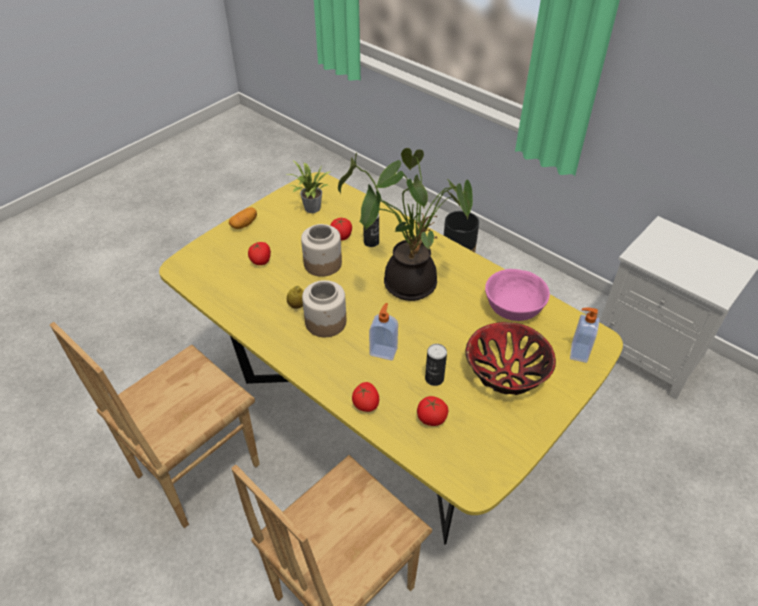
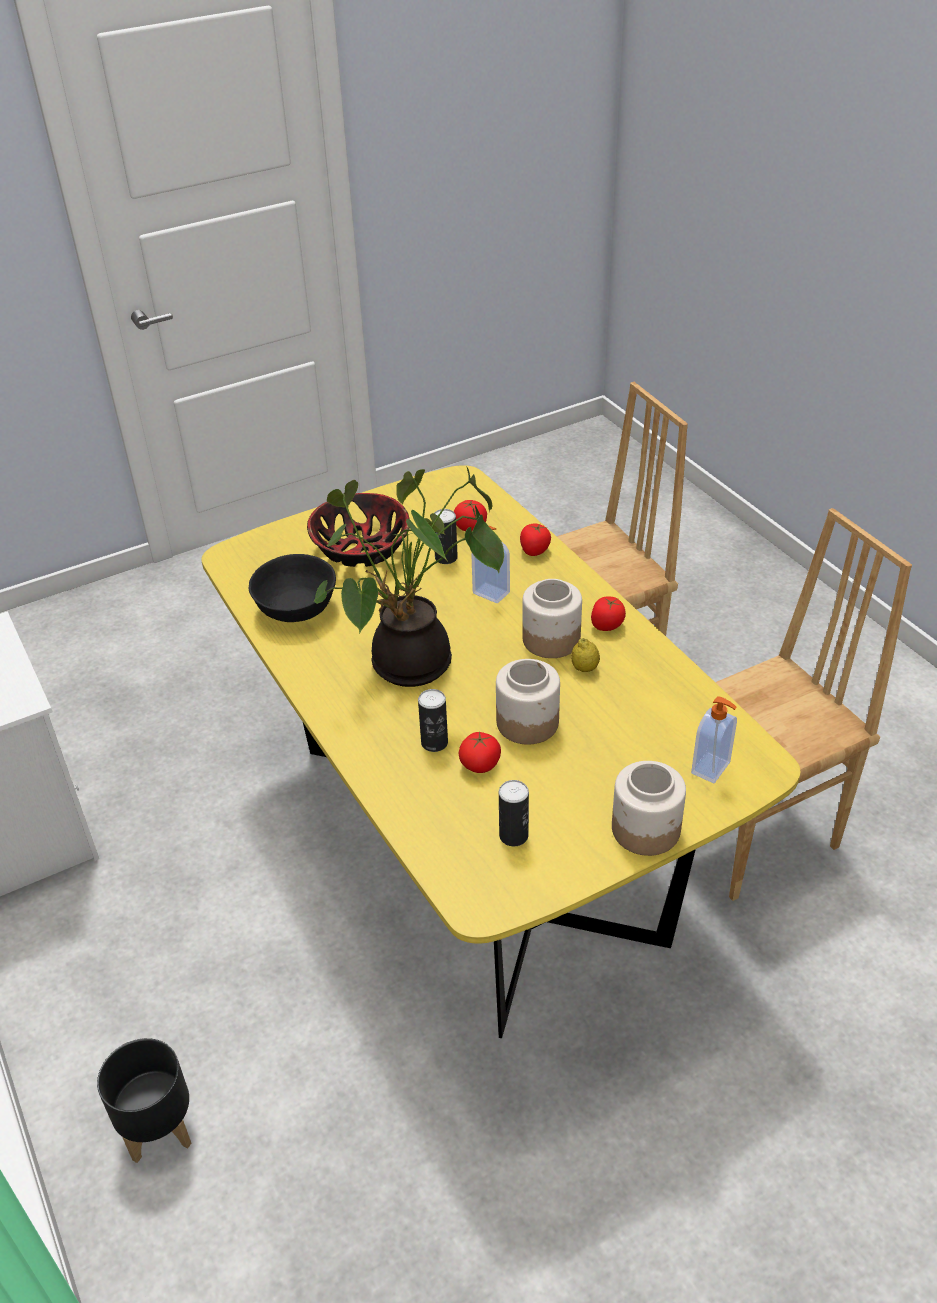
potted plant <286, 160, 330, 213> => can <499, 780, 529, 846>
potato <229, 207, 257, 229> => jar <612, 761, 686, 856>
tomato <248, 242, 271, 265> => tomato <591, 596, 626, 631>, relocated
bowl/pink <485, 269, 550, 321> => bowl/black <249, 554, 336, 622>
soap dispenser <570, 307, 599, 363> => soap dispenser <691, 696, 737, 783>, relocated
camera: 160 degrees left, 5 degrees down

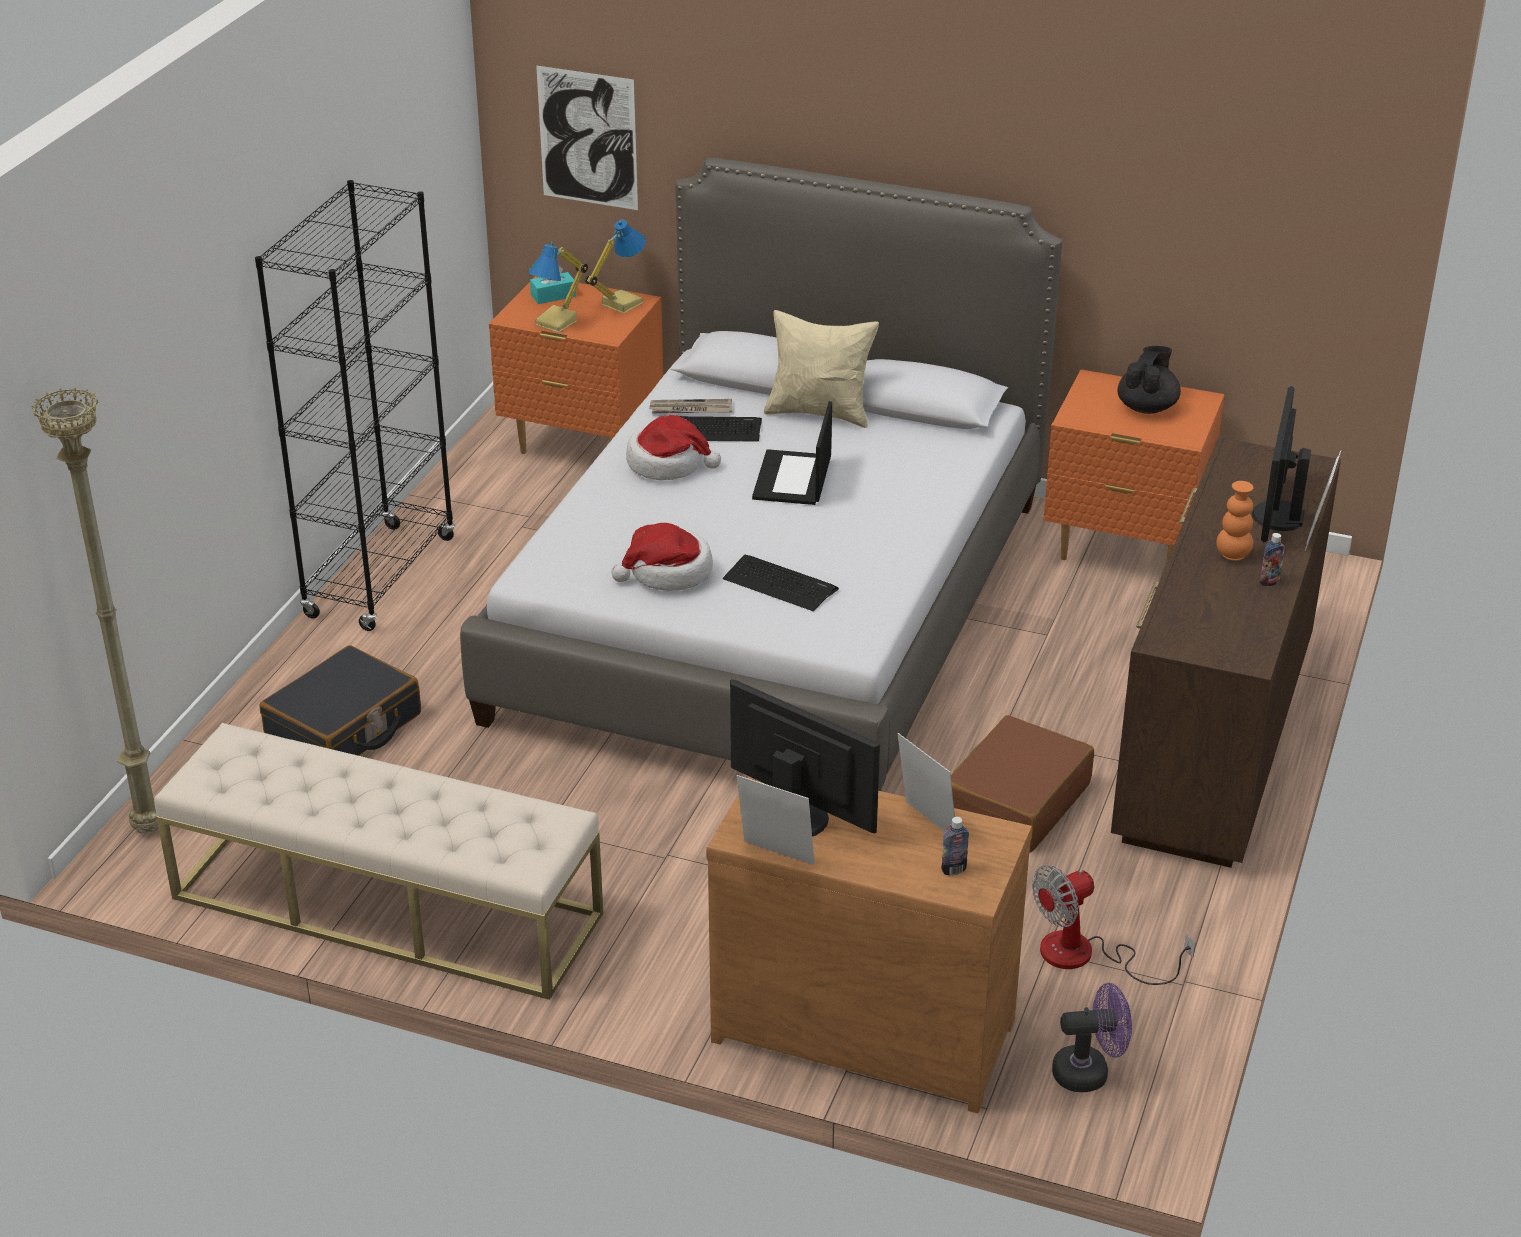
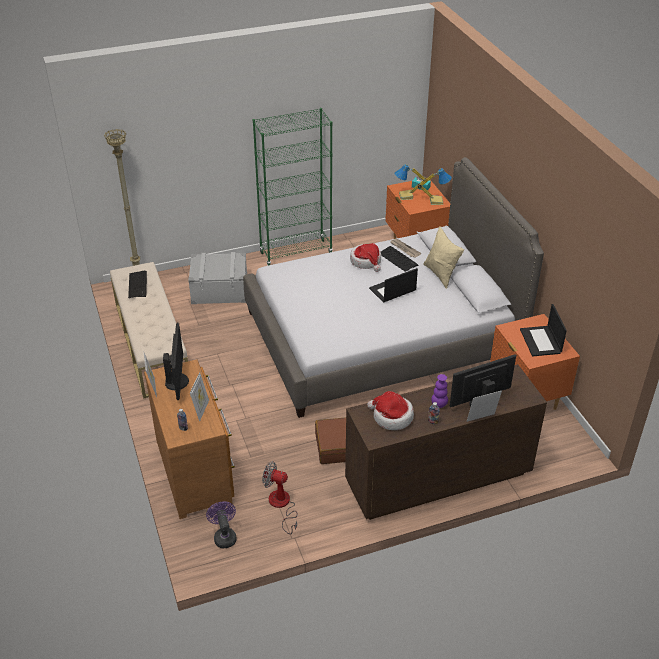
picture <536, 66, 638, 210> => nothing
bookcase/black <255, 180, 455, 631> => bookcase/green <253, 108, 333, 266>
teapot/black <1117, 346, 1181, 414> => laptop <520, 304, 567, 357>
vase/orange <1216, 481, 1254, 561> => vase/purple <431, 374, 448, 408>
hat <612, 523, 713, 591> => hat <367, 391, 414, 430>, relocated
keyboard <723, 555, 839, 611> => keyboard <128, 271, 147, 298>, relocated
suitcase/black <259, 645, 421, 756> => storage box/grey <188, 252, 247, 304>
fan/purple <1052, 983, 1132, 1092> => fan/purple <206, 501, 237, 549>, 150 degrees counterclockwise
camera: 50 degrees right, 5 degrees up

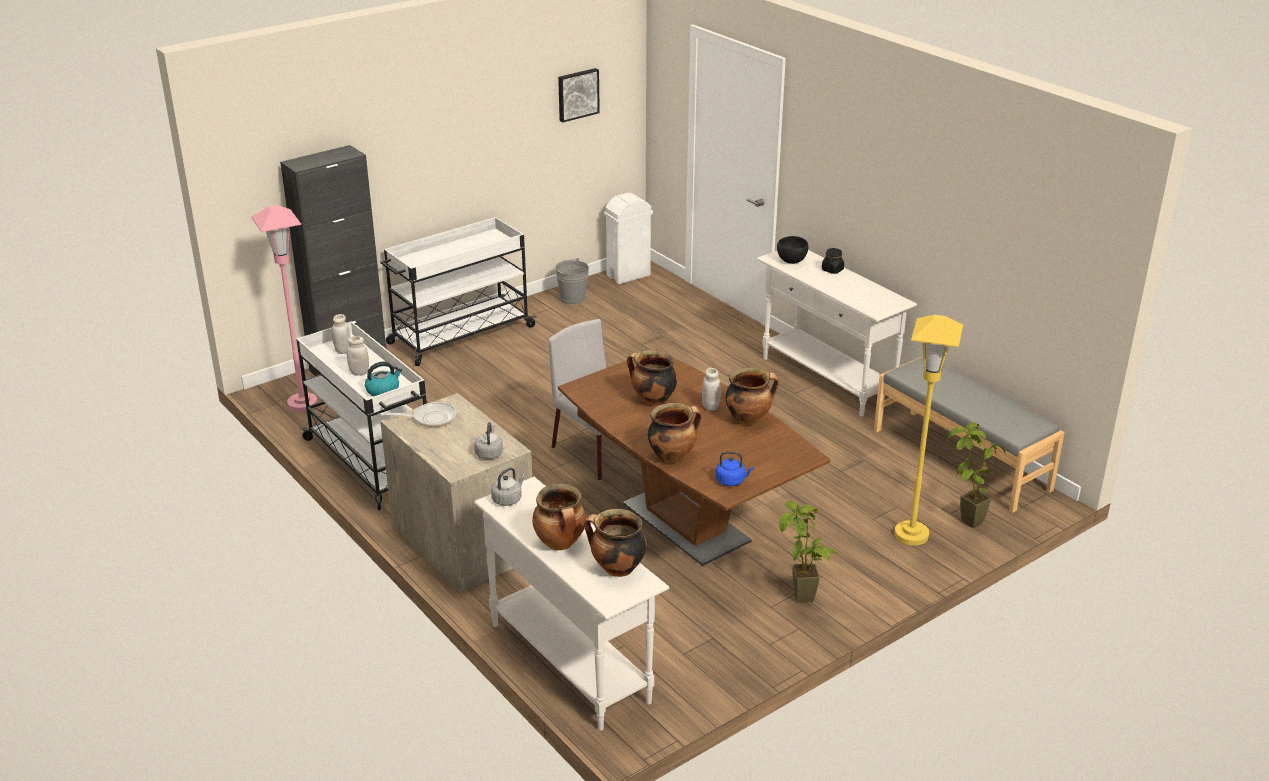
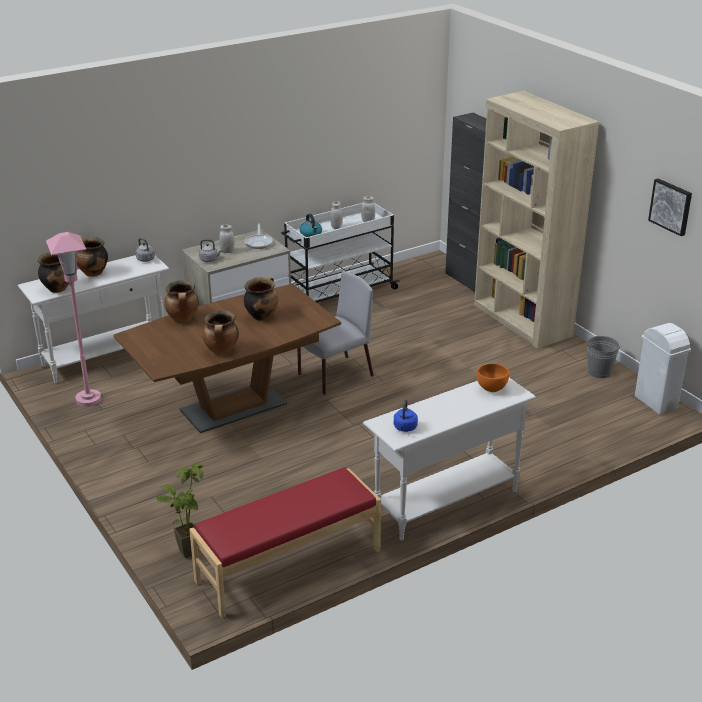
floor lamp/pink <252, 205, 318, 412> => floor lamp/pink <46, 232, 101, 407>, relocated
cart/white <380, 217, 537, 366> => bookcase/beige <474, 91, 599, 349>
bowl/black <777, 236, 808, 264> => bowl/orange <477, 363, 509, 392>
jar/black <822, 248, 844, 274> => nothing
floor lamp/yellow <894, 315, 963, 546> => nothing
bench/grey <874, 357, 1065, 513> => bench/red <189, 468, 381, 618>
jar/white <702, 368, 721, 411> => jar/white <219, 225, 235, 253>, relocated
kettle/blue <716, 451, 754, 486> => kettle/blue <394, 400, 418, 432>, relocated
potted plant <779, 500, 838, 603> => nothing
camera: 95 degrees right, 0 degrees up

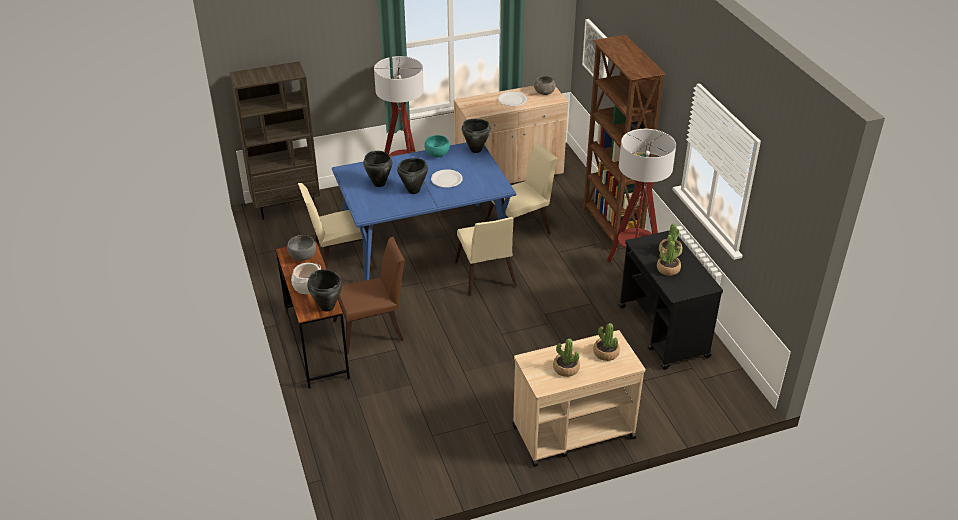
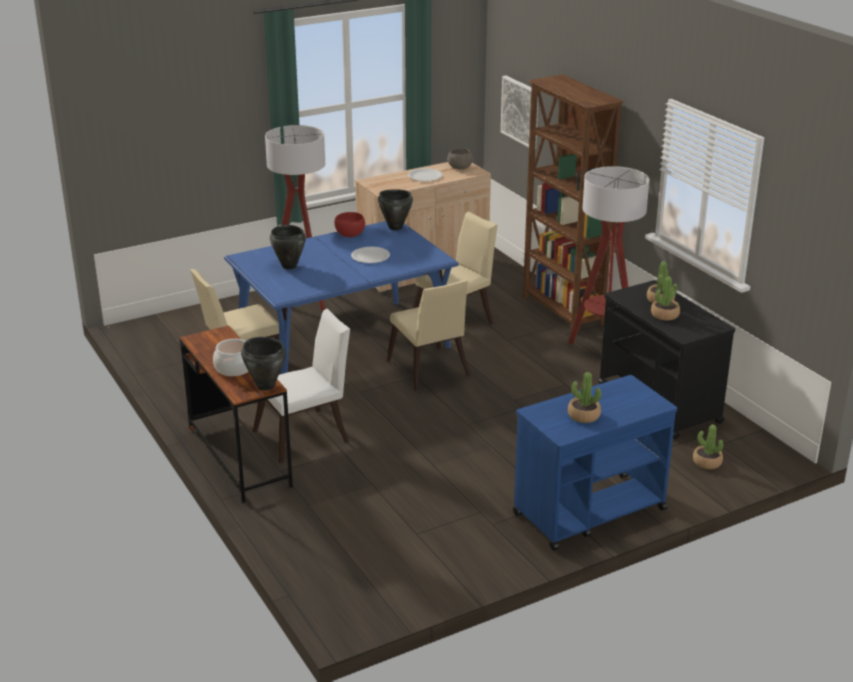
bookcase/brown <229, 61, 320, 220> => nothing
bowl/turquoise <424, 135, 450, 157> => bowl/red <334, 212, 365, 237>
cooking pot/black <397, 158, 428, 194> => nothing
bowl/grey <287, 235, 316, 261> => nothing
chair/brown <333, 237, 405, 354> => chair/white <253, 309, 350, 463>
potted plant <593, 323, 620, 361> => potted plant <693, 425, 723, 469>, relocated
cart/beige <512, 330, 645, 467> => cart/blue <513, 375, 677, 551>
camera: 10 degrees left, 10 degrees down

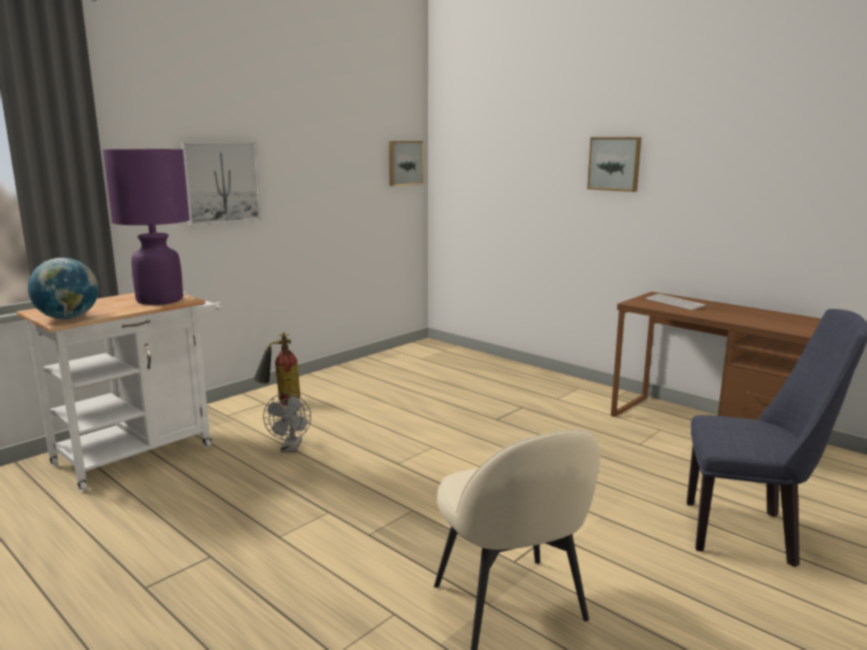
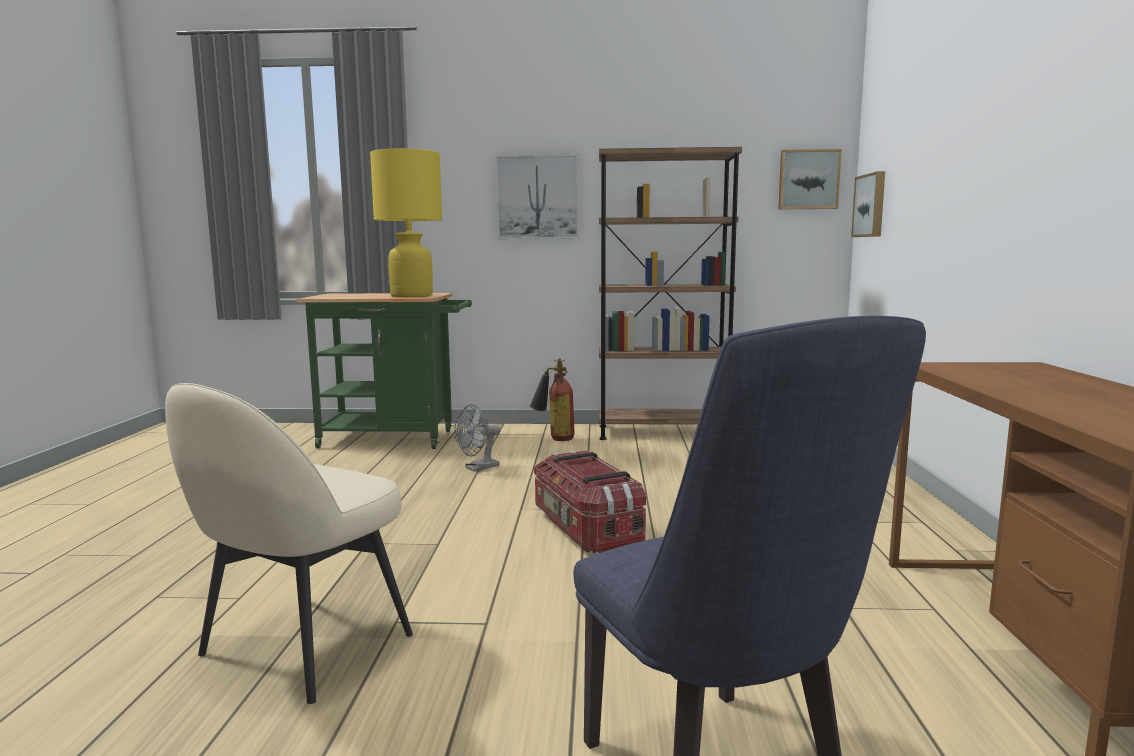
picture <587, 137, 641, 192> => picture <851, 171, 885, 237>, relocated
table lamp/purple <103, 149, 190, 305> => table lamp/yellow <370, 149, 442, 297>
globe <28, 258, 98, 320> => nothing
cart/white <17, 292, 222, 492> => cart/green <296, 293, 472, 449>
keyboard <646, 294, 705, 310> => nothing
nothing => bookcase/brown <599, 147, 742, 440>
nothing => storage box <534, 451, 646, 553>
camera: 50 degrees right, 5 degrees down

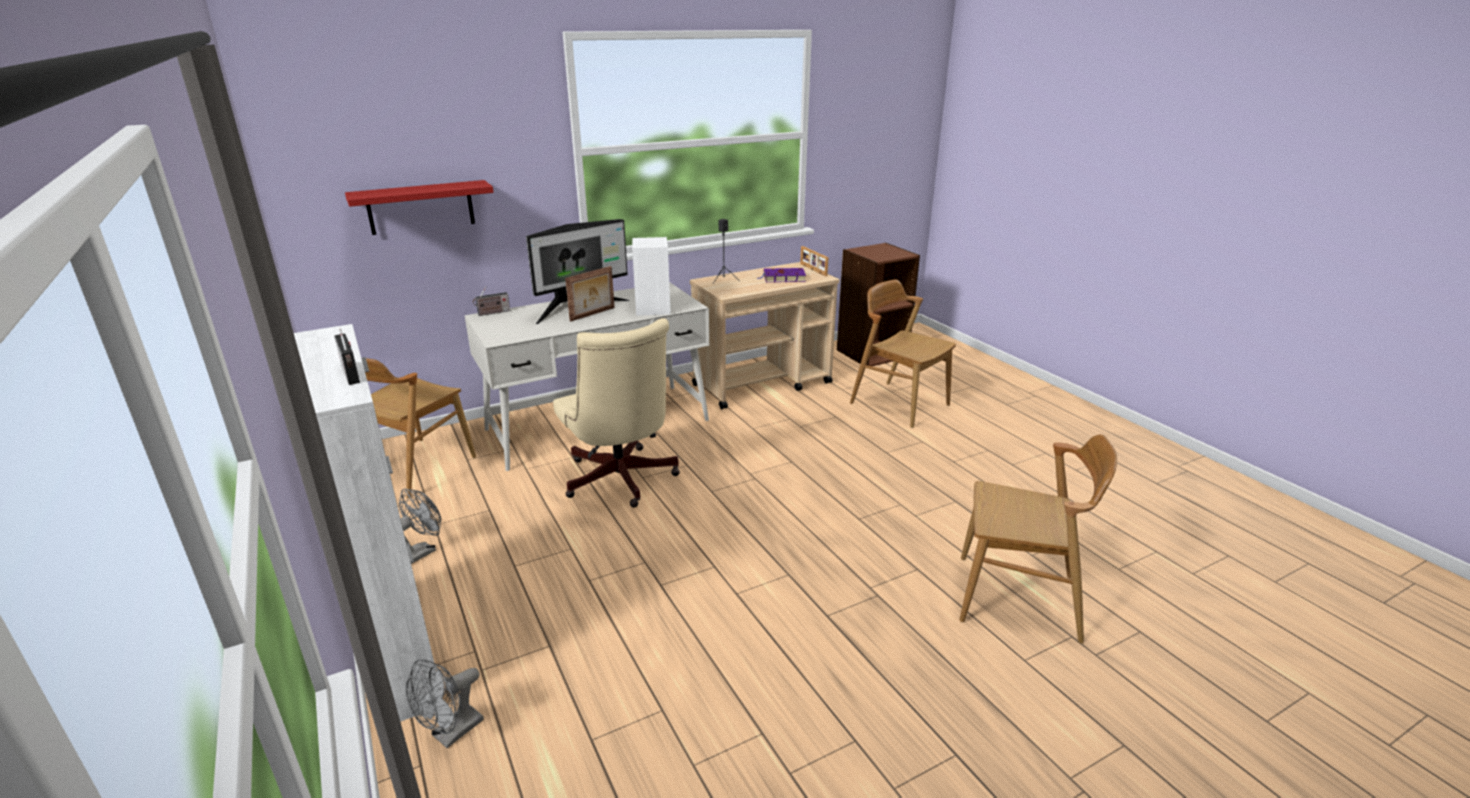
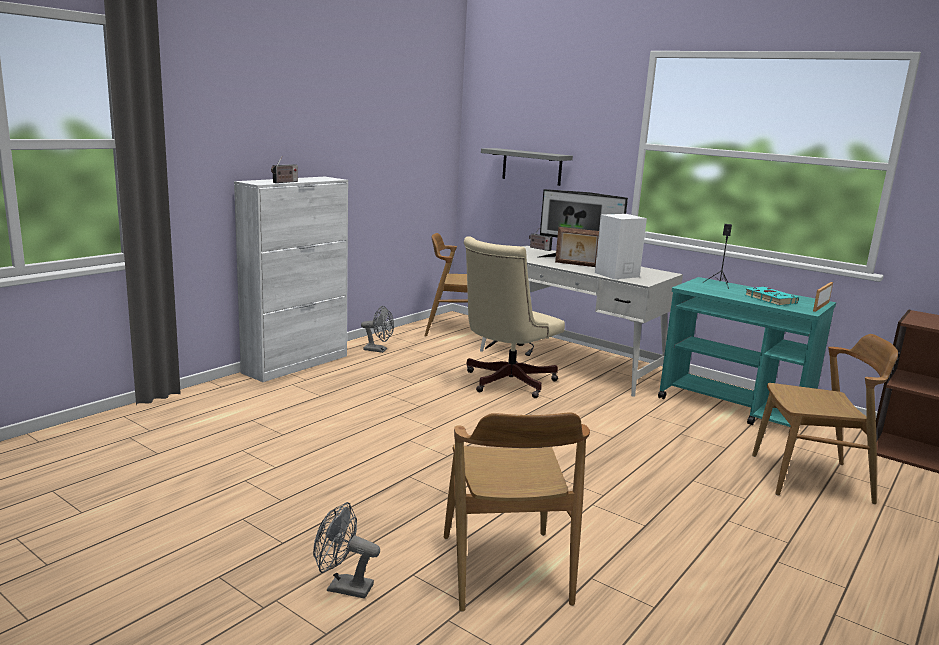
shelf/red <345, 180, 494, 235> => shelf/grey <481, 148, 573, 186>
cart/beige <690, 262, 839, 409> => cart/turquoise <658, 277, 836, 431>
book/purple <757, 268, 806, 282> => book/turquoise <745, 287, 799, 306>
chair/brown <850, 279, 956, 428> => chair/brown <752, 334, 898, 504>, 75 degrees clockwise
fan/grey <406, 659, 484, 748> => fan/grey <313, 502, 380, 599>, relocated
camera: 65 degrees right, 10 degrees down

